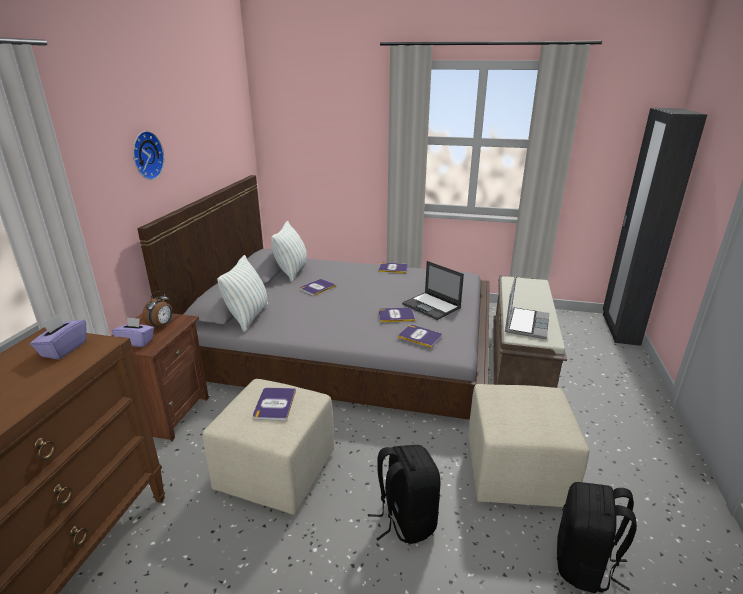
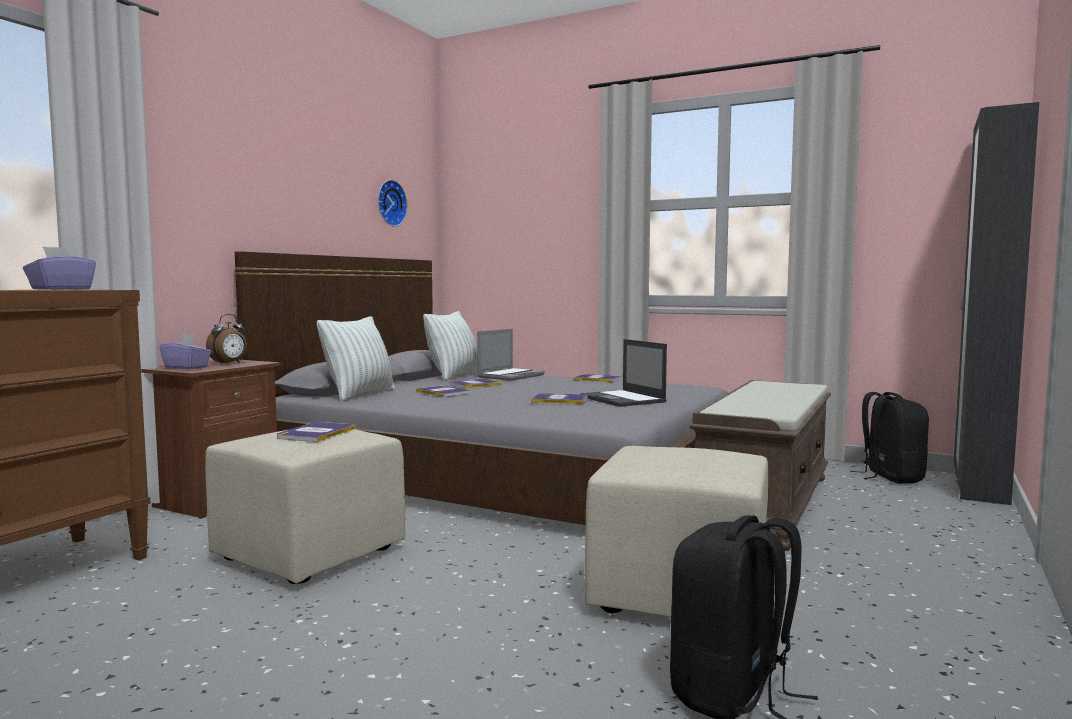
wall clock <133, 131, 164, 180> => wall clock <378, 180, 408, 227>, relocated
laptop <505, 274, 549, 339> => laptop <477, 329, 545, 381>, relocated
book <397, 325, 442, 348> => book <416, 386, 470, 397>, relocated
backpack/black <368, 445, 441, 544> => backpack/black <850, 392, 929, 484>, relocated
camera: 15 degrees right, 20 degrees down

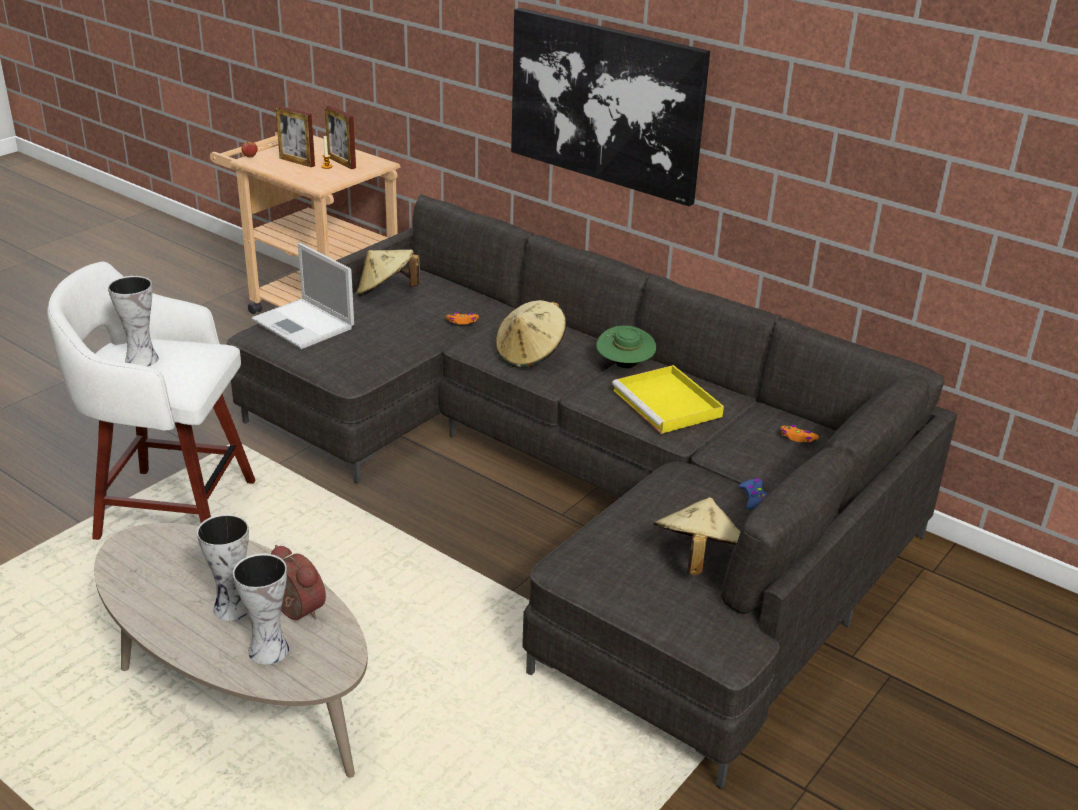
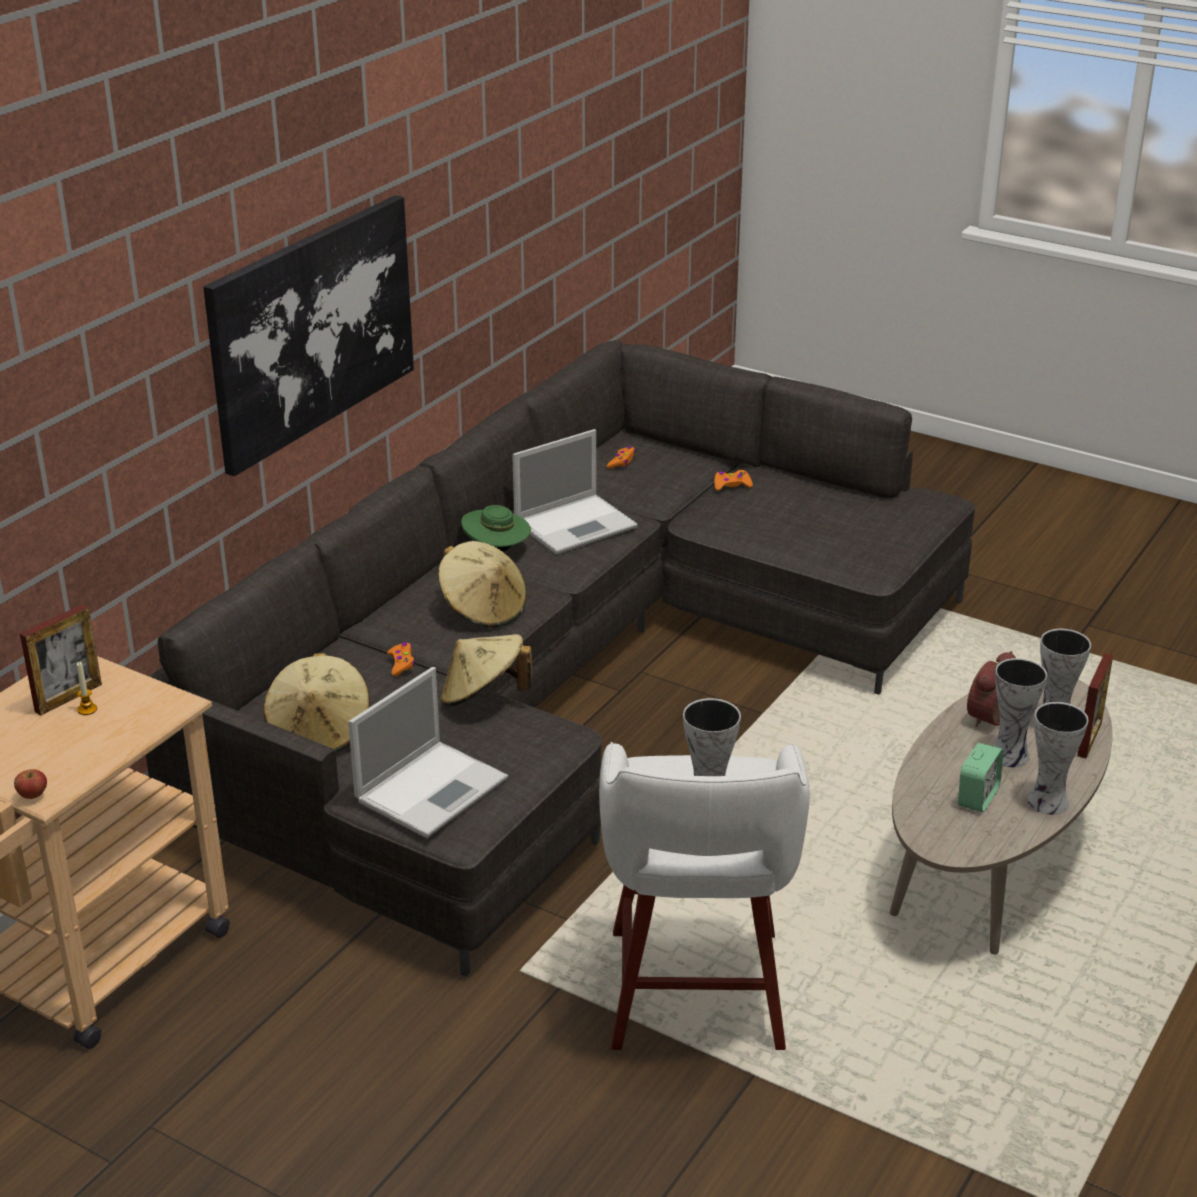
picture frame <275, 106, 315, 167> => picture frame <1077, 653, 1113, 758>, relocated
tray/yellow <612, 365, 724, 434> => laptop <512, 429, 638, 555>
game controller/blue <739, 479, 768, 509> => game controller/orange <714, 470, 753, 491>
hat/beige <653, 497, 741, 575> => hat/beige <441, 634, 532, 707>, relocated
nothing => vase <1028, 702, 1088, 815>
nothing => alarm clock <958, 743, 1003, 812>
camera: 95 degrees left, 0 degrees up

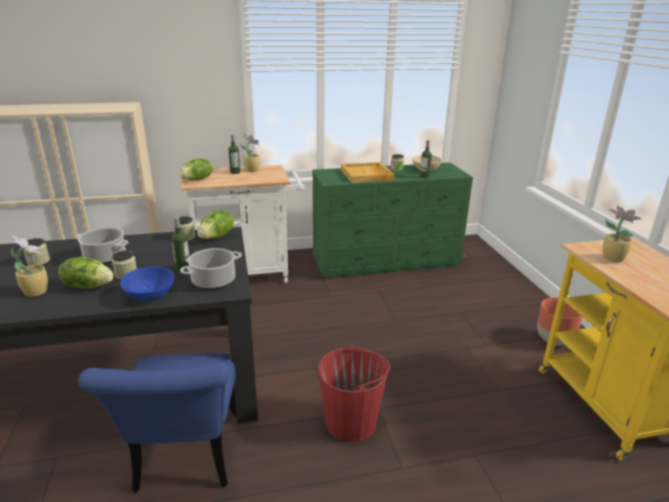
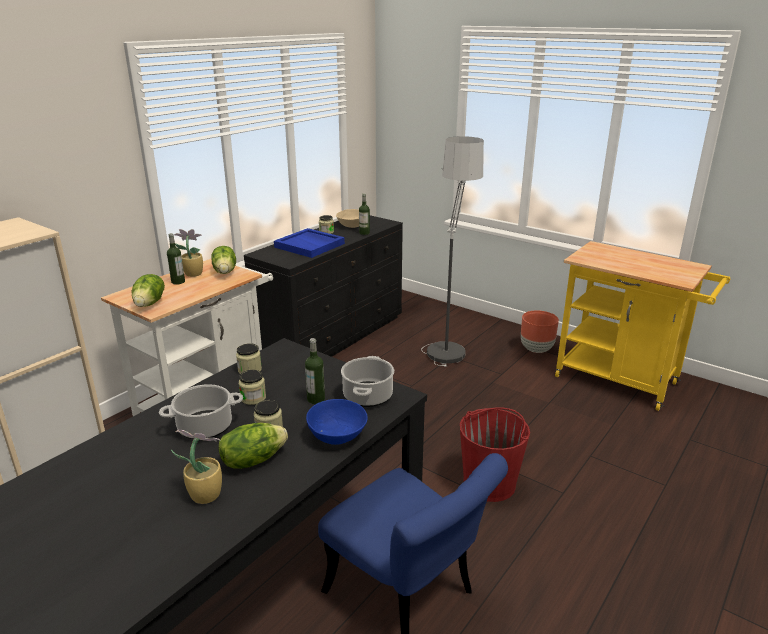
tray/beige <341, 162, 395, 183> => tray/blue <274, 228, 345, 258>
dresser/green <312, 163, 473, 278> => dresser/black <244, 215, 403, 357>
potted plant <603, 206, 643, 262> => nothing
lettuce <197, 211, 234, 239> => lettuce <211, 246, 236, 274>, relocated
jar <23, 238, 50, 265> => jar <239, 370, 266, 405>, relocated
nothing => floor lamp <421, 136, 484, 367>
camera: 40 degrees left, 0 degrees up

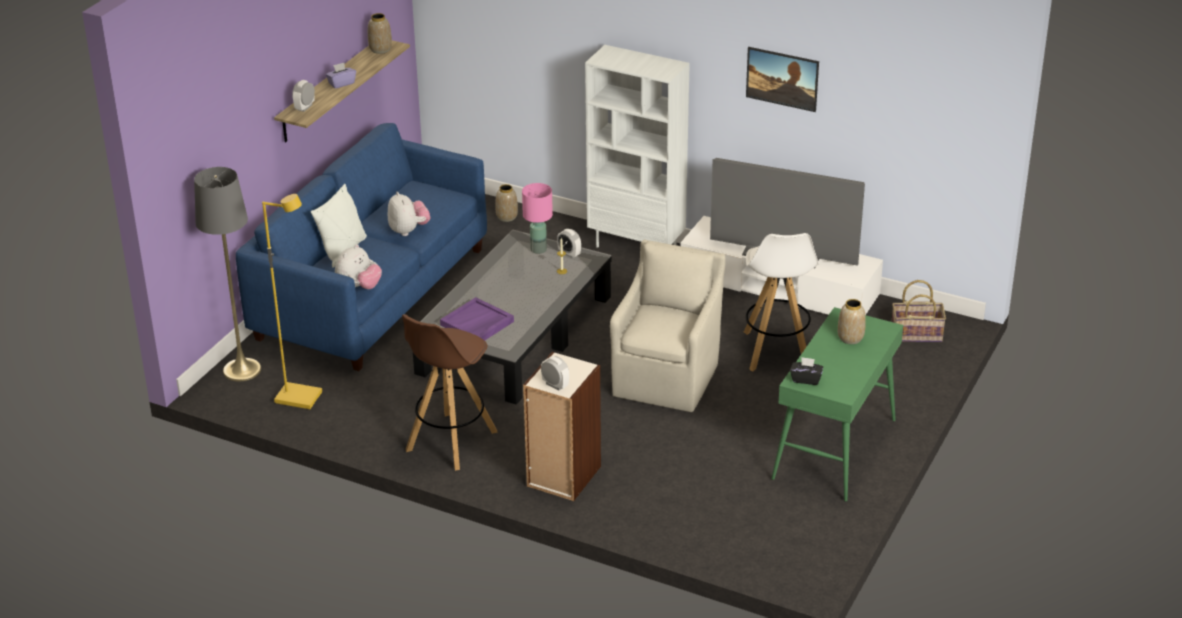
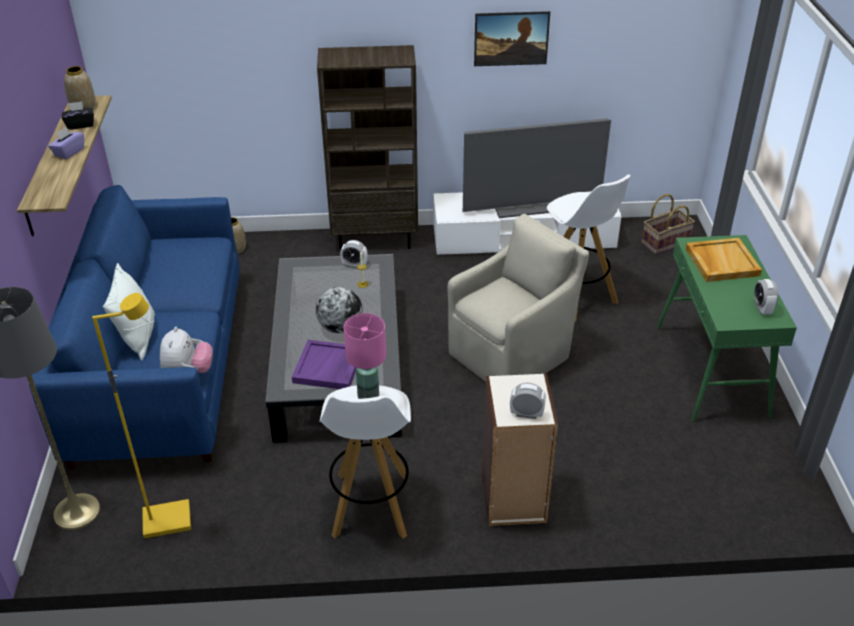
bookcase/white <585, 45, 690, 248> => bookcase/brown <317, 45, 418, 251>
alarm clock <292, 80, 315, 112> => alarm clock <754, 279, 778, 315>, relocated
table lamp/pink <522, 183, 553, 254> => table lamp/pink <344, 313, 386, 399>, relocated
plush toy <388, 192, 430, 236> => nothing
armchair/beige <610, 240, 726, 412> => armchair/beige <447, 214, 589, 382>, 60 degrees clockwise
vase <838, 299, 866, 344> => tray/beige <686, 238, 762, 282>
stool/brown <402, 314, 498, 471> => stool/white <319, 385, 411, 539>
tissue box/black <790, 357, 823, 385> => tissue box/black <61, 102, 94, 130>, relocated
nothing => globe <316, 286, 363, 333>
camera: 30 degrees left, 5 degrees up

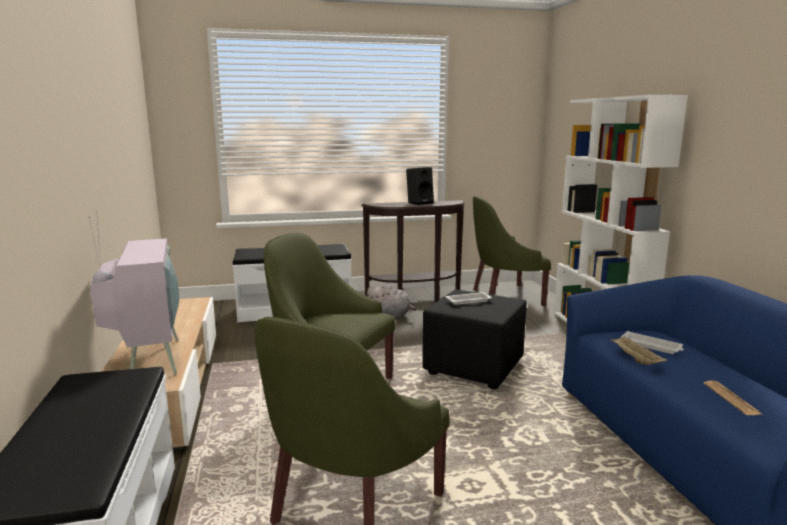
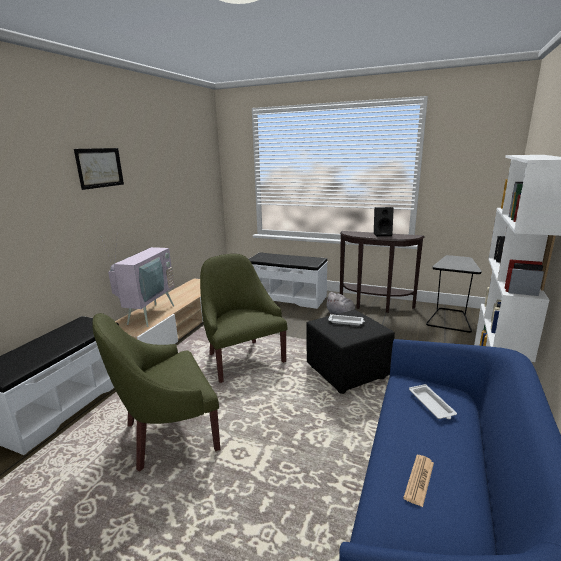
armchair/green <473, 196, 551, 306> => side table/black <426, 255, 482, 333>
tray/beige <611, 336, 667, 365> => nothing
nothing => picture <74, 148, 124, 190>
camera: 35 degrees right, 5 degrees up

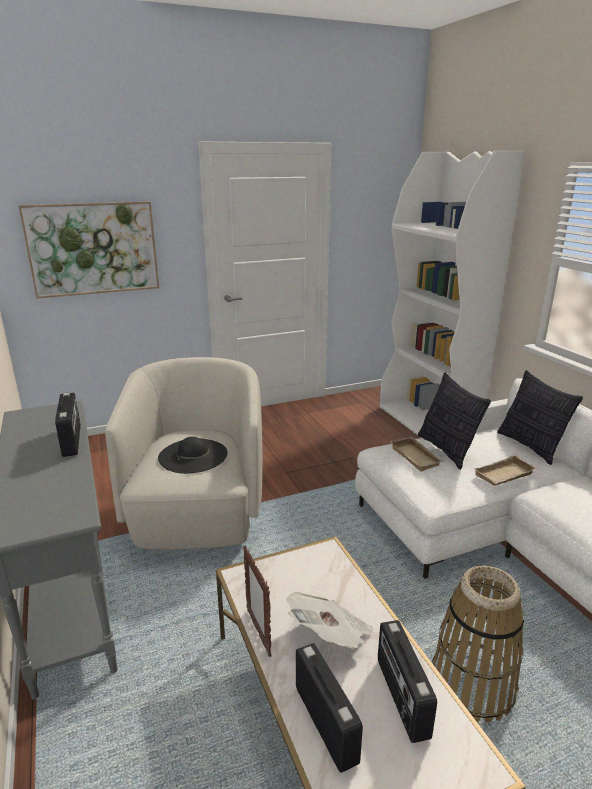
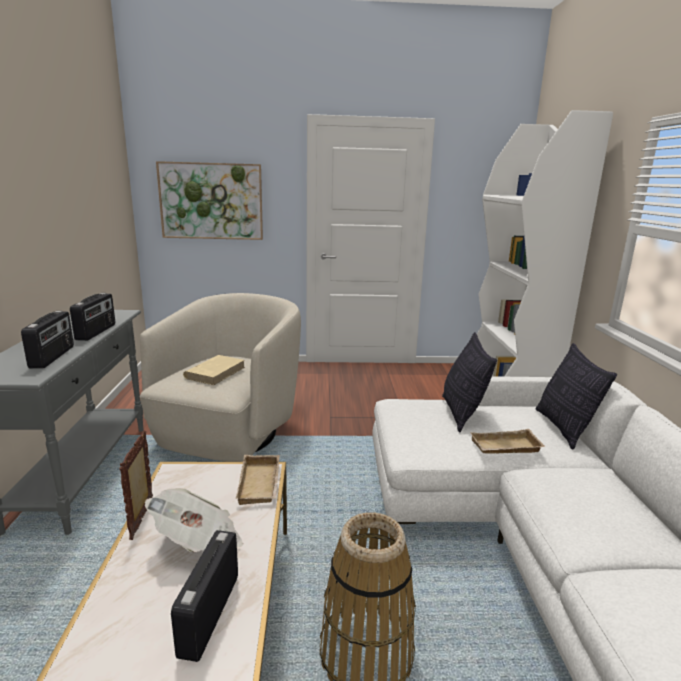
hat/black <158, 437, 228, 474> => book/beige <183, 355, 245, 385>
tray/beige <390, 437, 444, 472> => tray/beige <236, 455, 280, 505>, relocated
radio <296, 643, 363, 773> => radio <21, 311, 74, 369>, relocated
camera: 20 degrees right, 5 degrees down

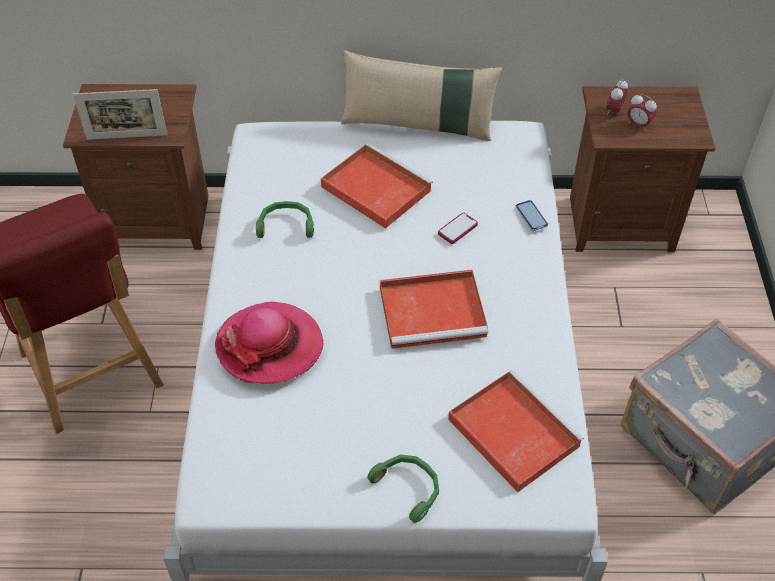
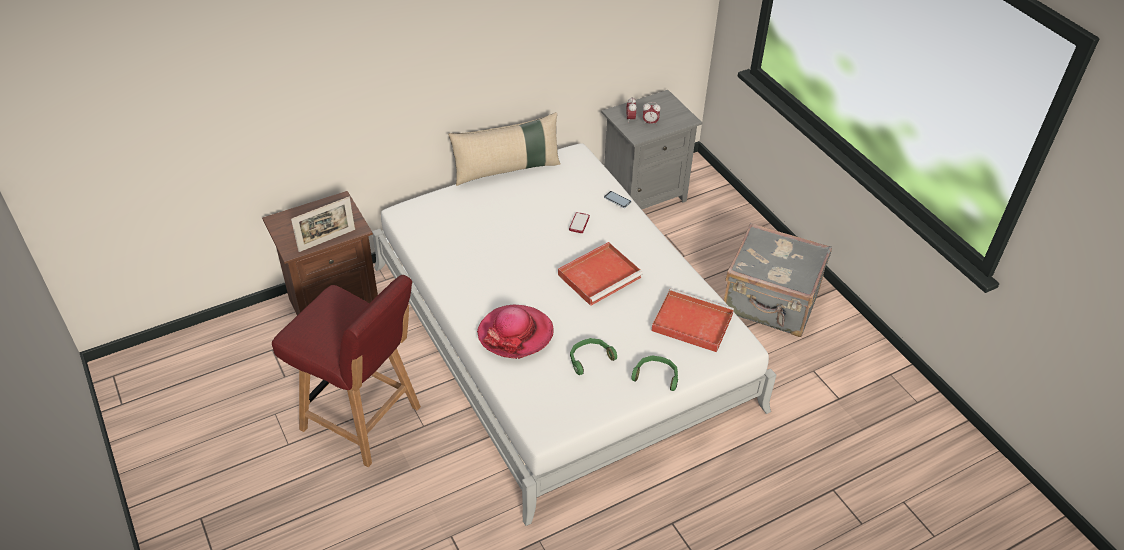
nightstand/brown <570, 86, 715, 252> => nightstand/grey <601, 90, 702, 210>
tray/red <321, 143, 433, 229> => nothing
headphones/green <256, 201, 314, 238> => headphones/green <570, 338, 617, 375>, relocated
camera: 30 degrees left, 5 degrees down

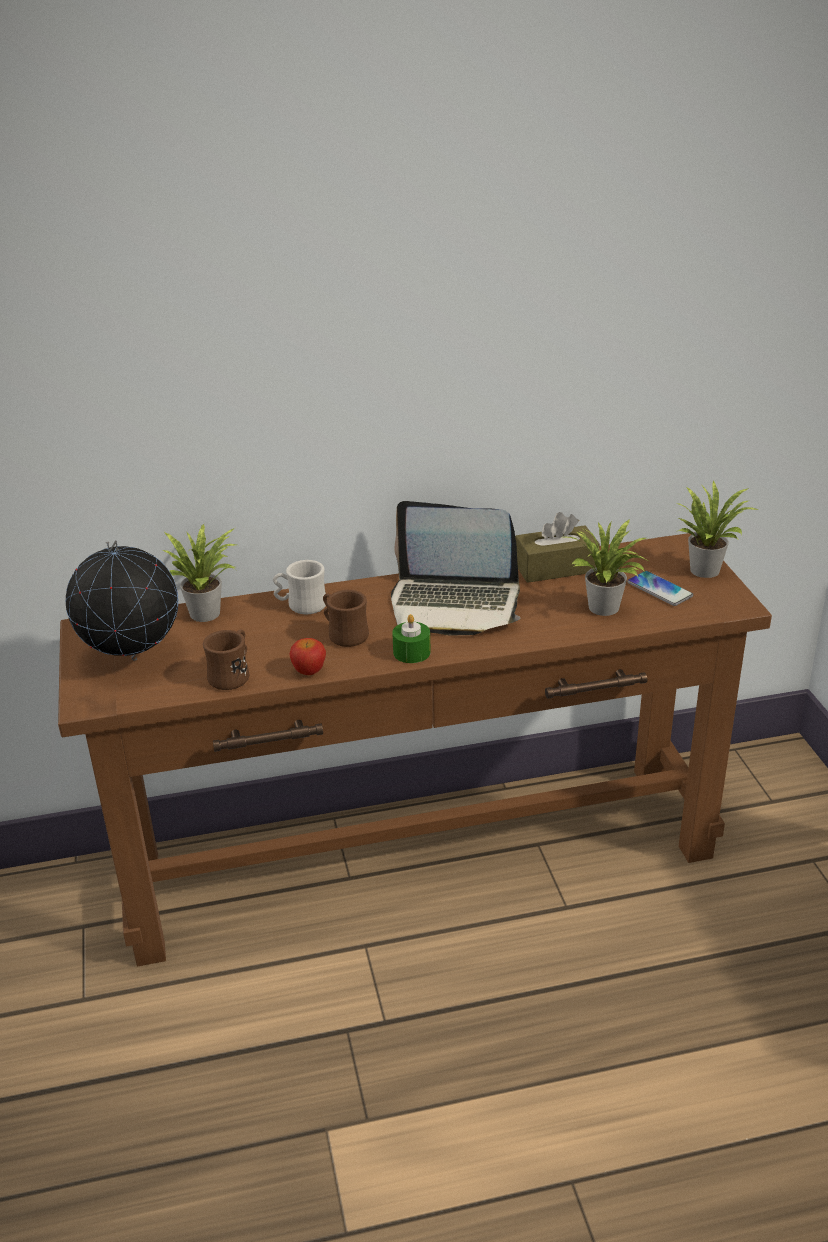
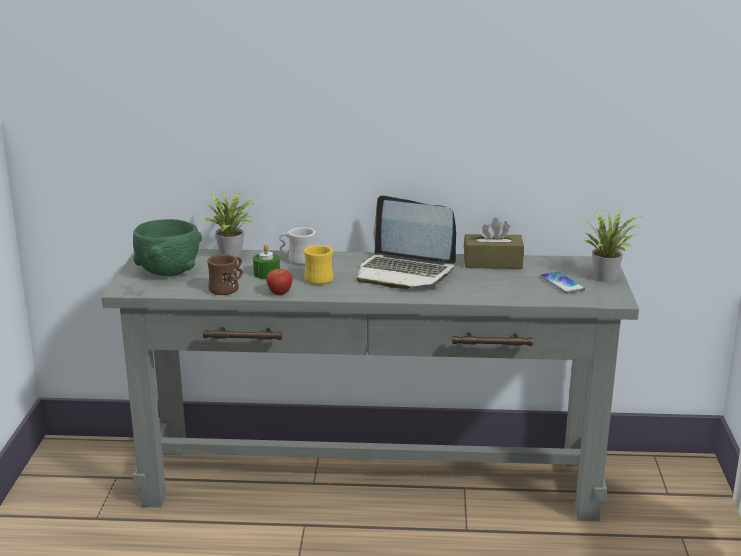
potted plant <566, 519, 651, 616> => nothing
console table/brown <58, 532, 772, 966> => console table/grey <102, 249, 639, 521>
globe <65, 540, 179, 661> => bowl/green <133, 219, 202, 276>
mug/brown <323, 590, 369, 647> => mug/yellow <304, 245, 334, 285>
candle/green <392, 614, 431, 663> => candle/green <253, 244, 280, 279>, relocated
camera: 15 degrees right, 10 degrees down

